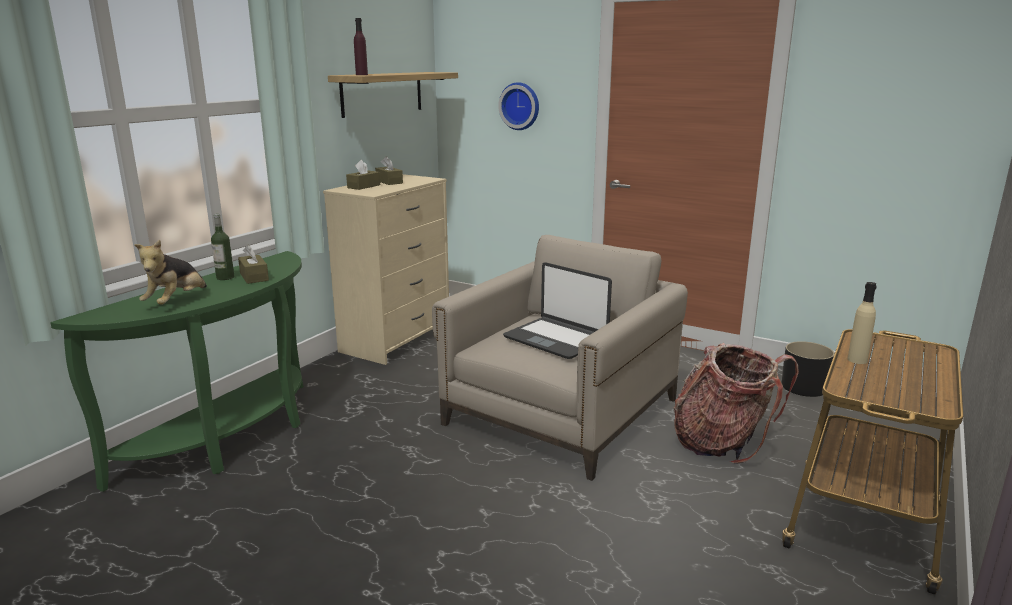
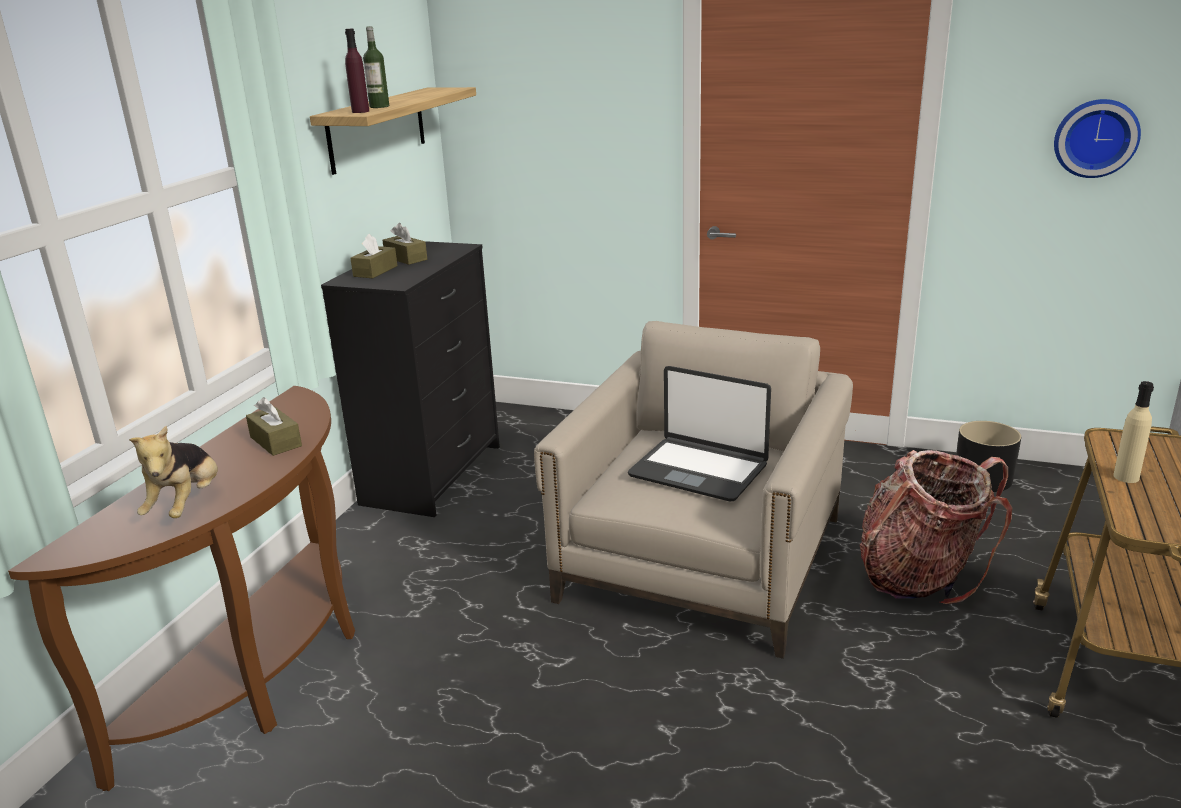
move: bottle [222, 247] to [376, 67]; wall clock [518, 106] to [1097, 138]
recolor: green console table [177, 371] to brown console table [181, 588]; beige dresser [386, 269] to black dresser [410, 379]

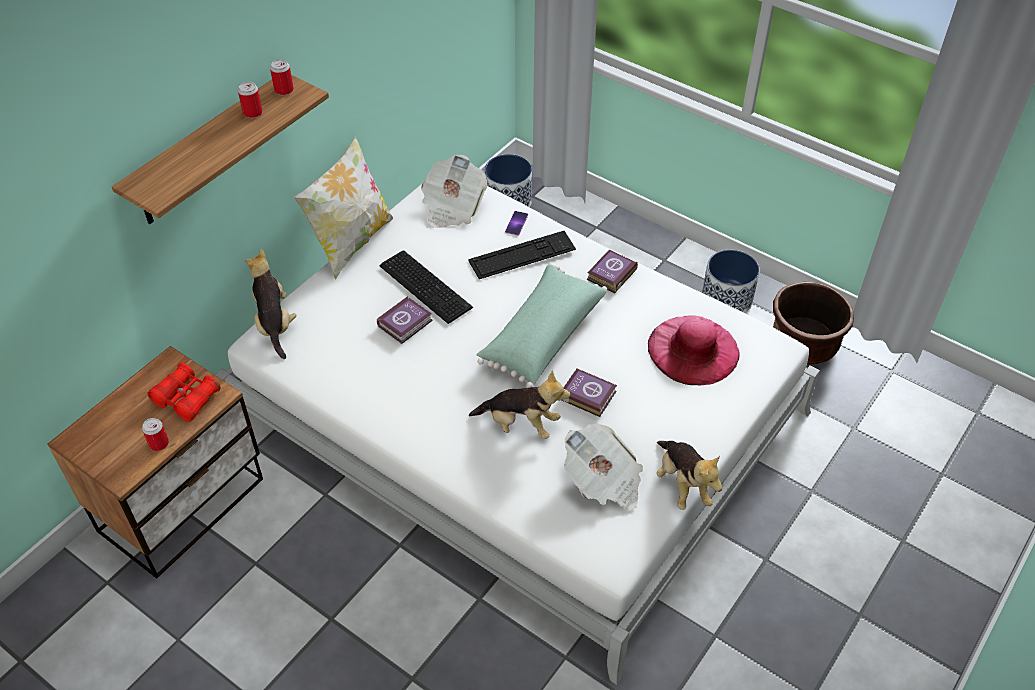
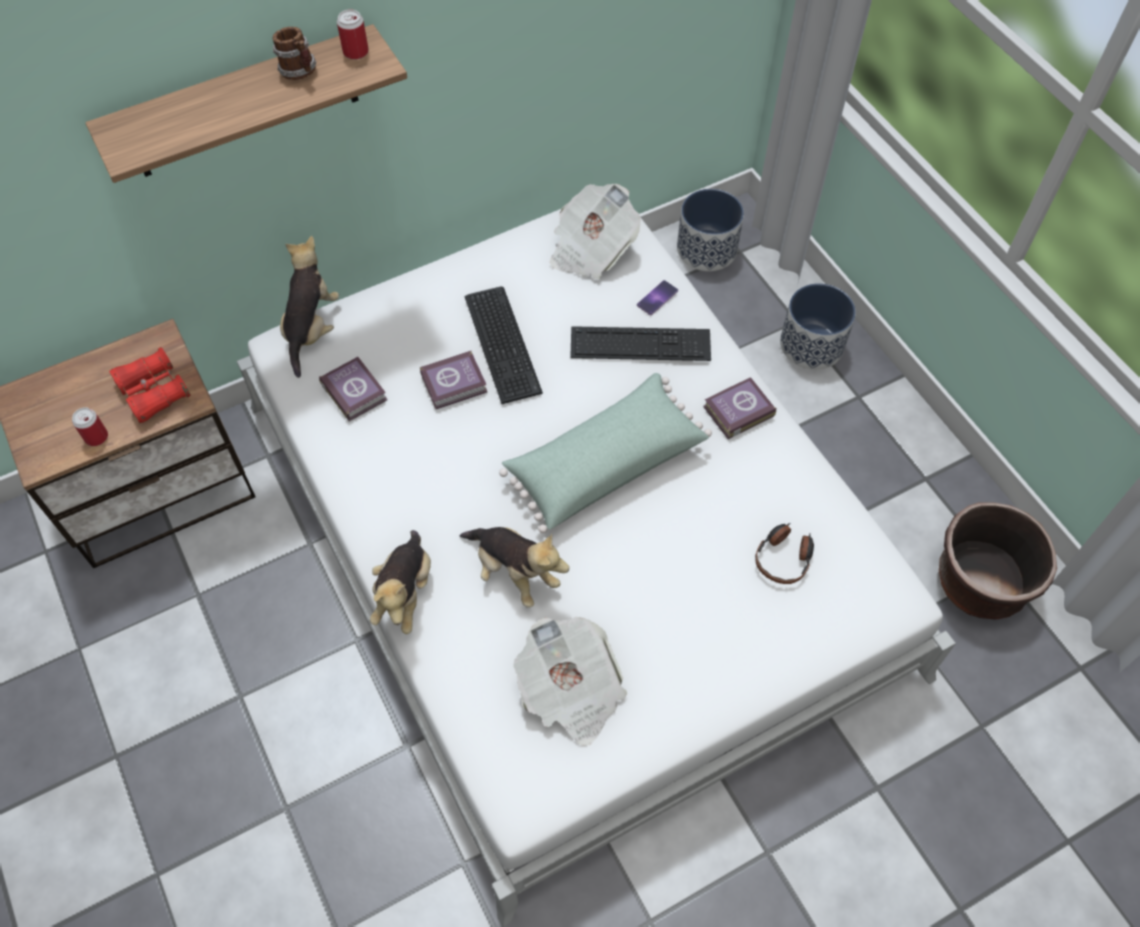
delete: pillow [343, 208]
move: book [589, 393] to [353, 389]; plush toy [689, 475] to [400, 582]; planter [731, 281] to [818, 326]
replace: can [250, 99] to mug [294, 53]; pink hat [694, 350] to headphones [784, 553]

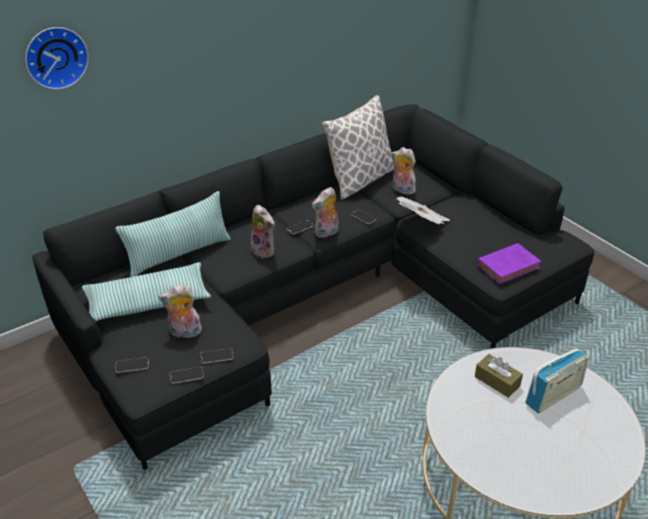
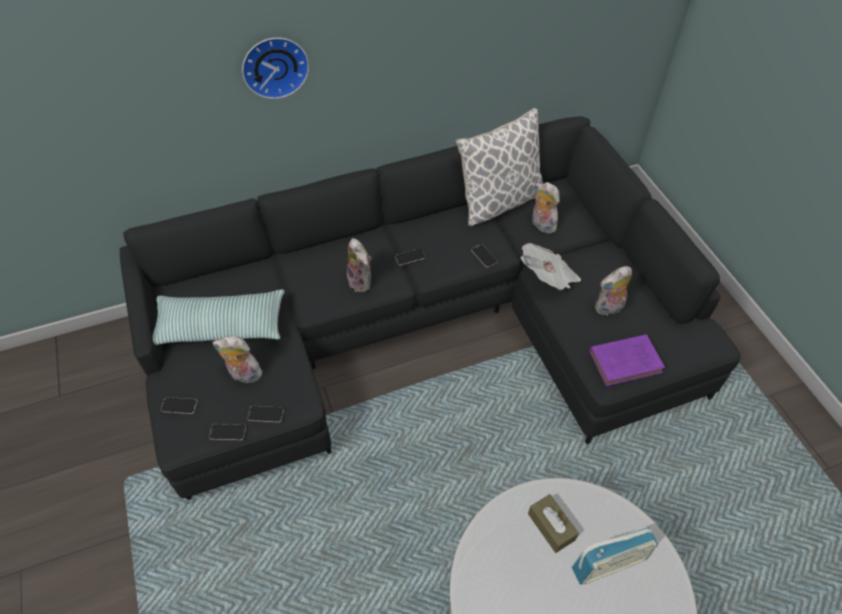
delete: pillow [173, 234]
move: wall clock [57, 58] to [275, 68]; plush toy [325, 212] to [613, 291]

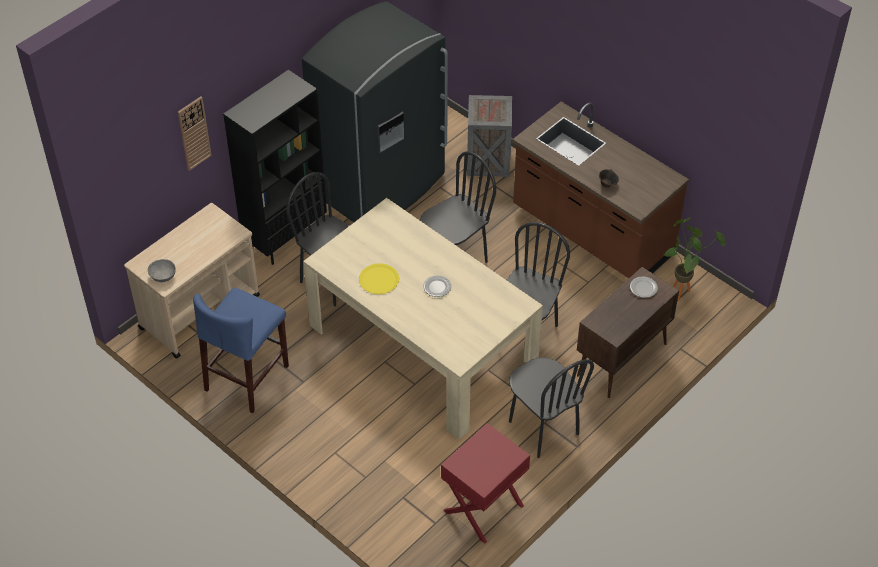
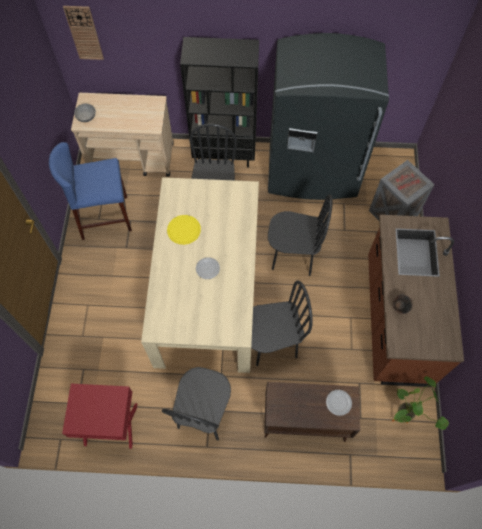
move: wall clock [195, 134] to [83, 33]

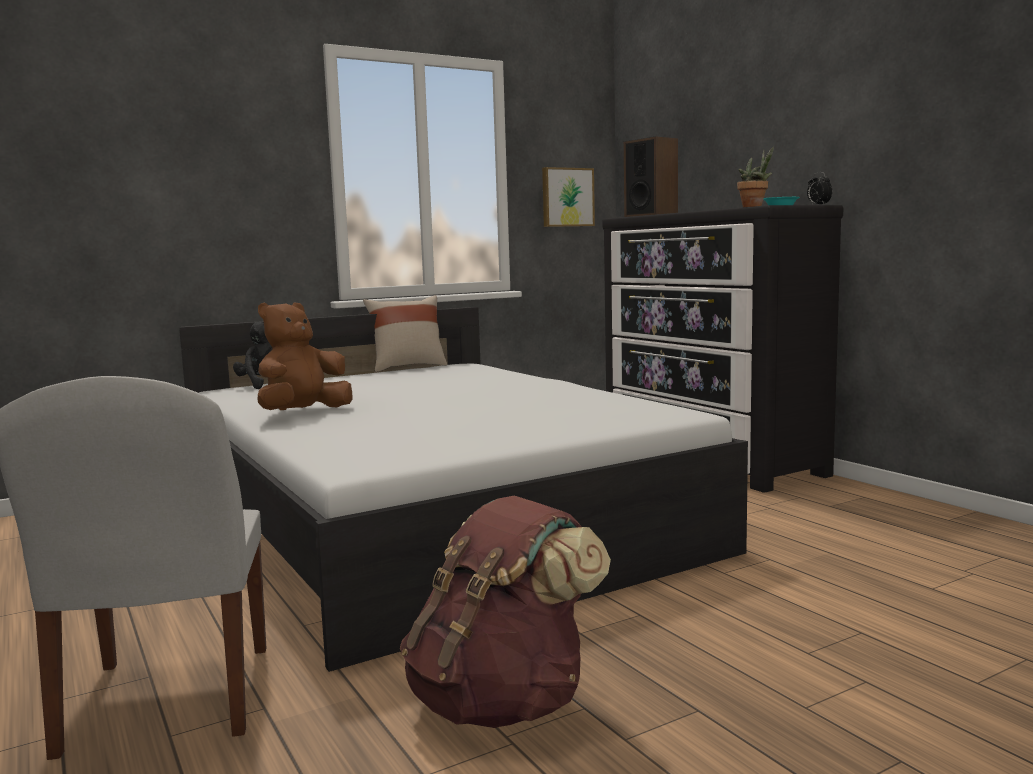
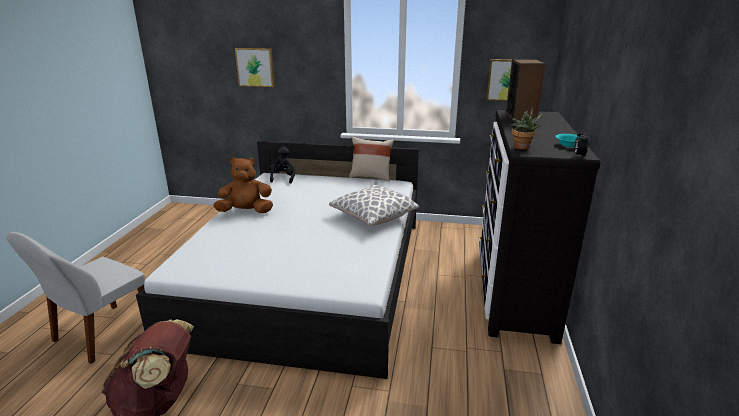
insert: picture [255, 67]; pillow [374, 206]

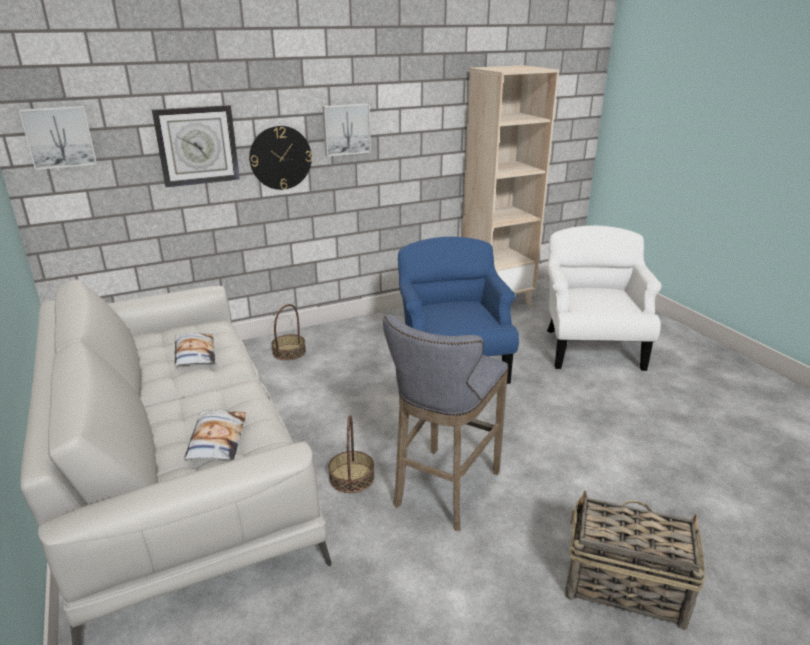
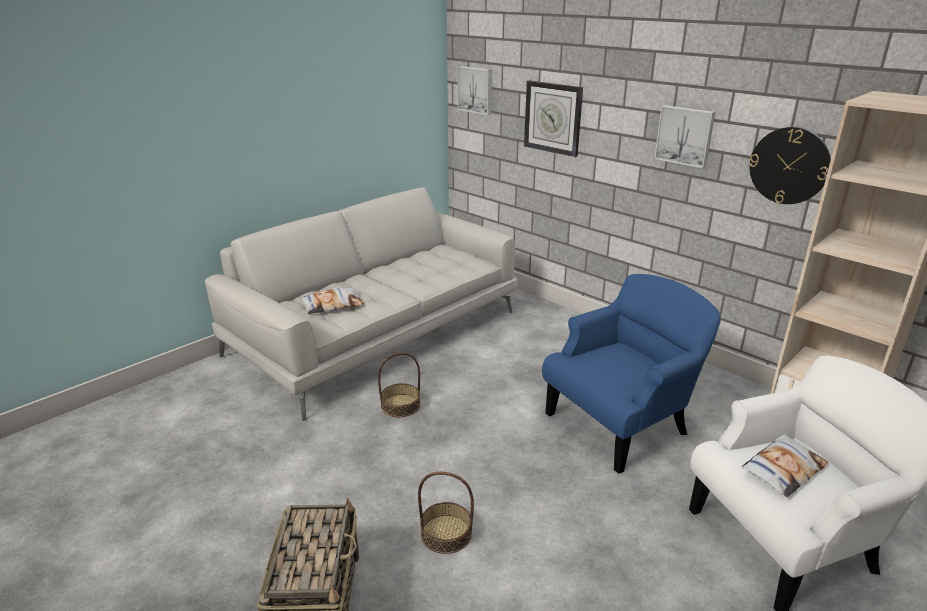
delete: grey stool [445, 422]
move: pillow [194, 348] to [785, 465]; wall clock [280, 157] to [790, 165]; basket [288, 332] to [446, 513]

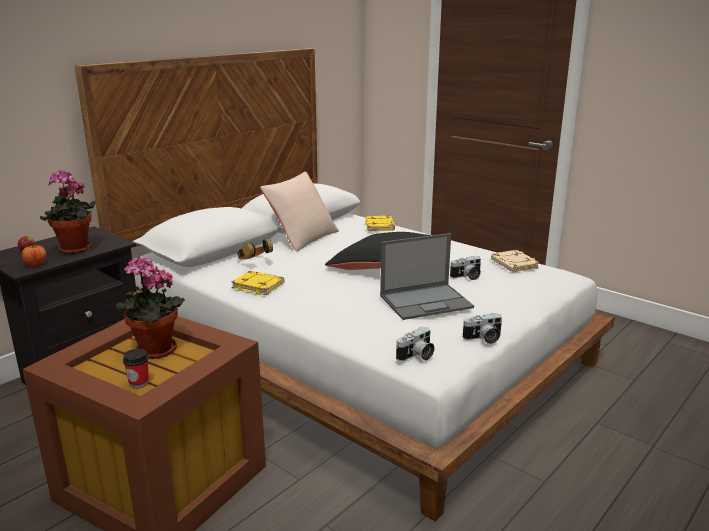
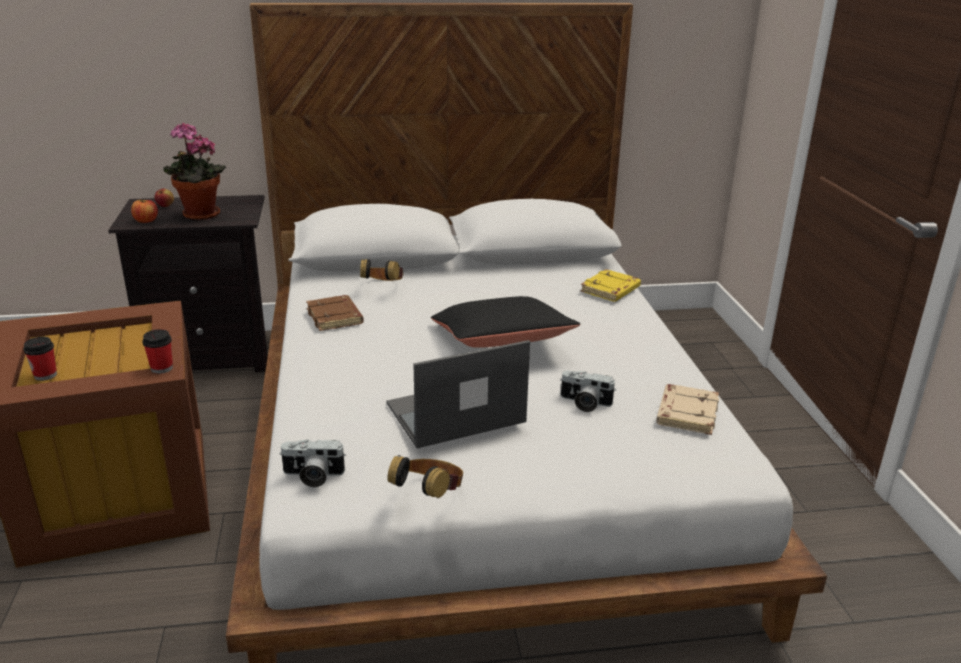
delete: potted plant [150, 308]; beige pillow [299, 212]
insert: cup [157, 351]
replace: photo camera [482, 328] to headphones [425, 476]
recolor: yellow book [258, 283] to brown book [335, 313]
rotate: laptop [427, 276] = [458, 394] 135 degrees clockwise

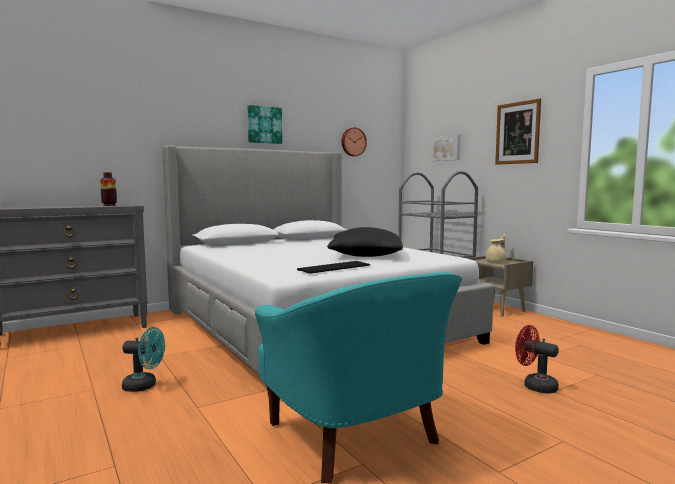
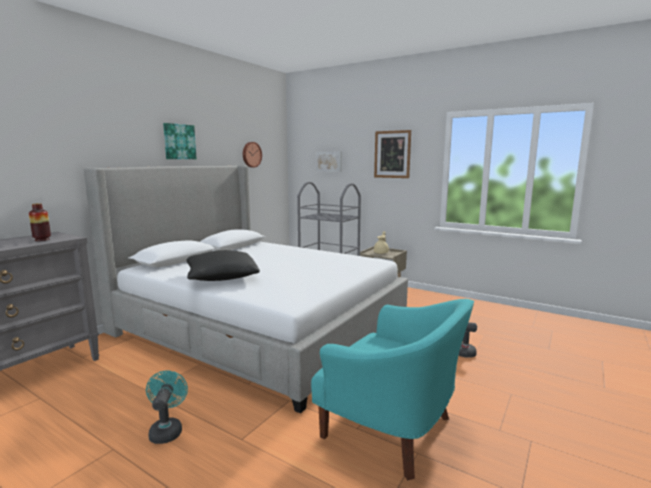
delete: keyboard [333, 267]
move: black pillow [365, 242] to [223, 265]
rotate: turquoise fan [143, 359] = [167, 407] 75 degrees counterclockwise

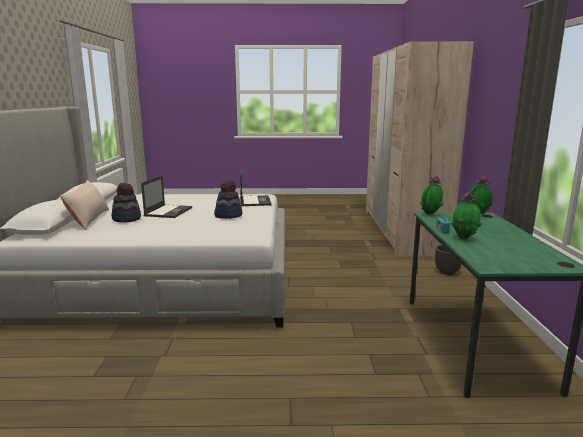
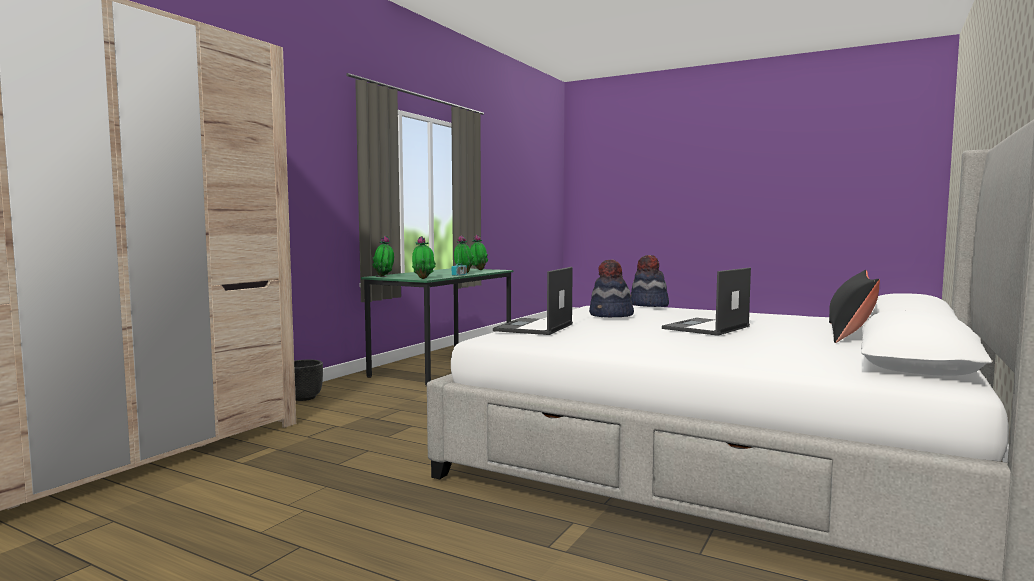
insert: potted plant [479, 252]
move: hat [126, 202] to [649, 281]
recolor: beige pillow [84, 205] to black pillow [854, 306]

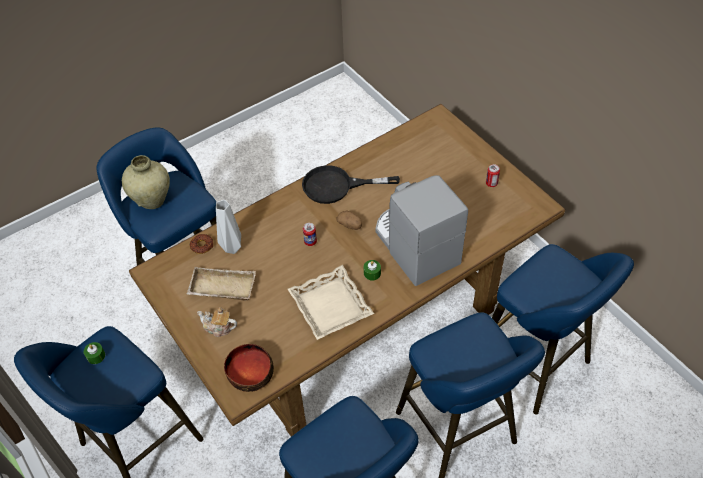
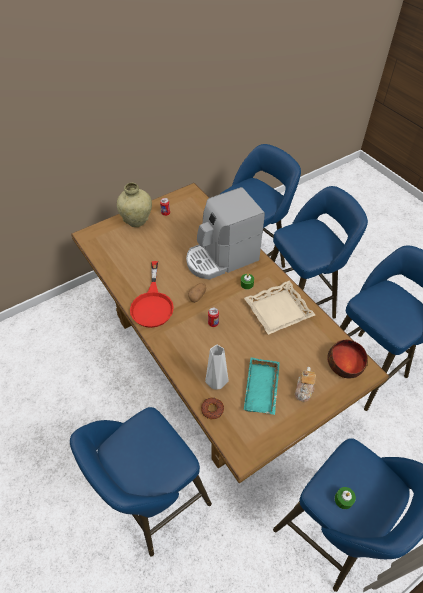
move: beige vase [146, 182] to [134, 205]
recolor: beige tray [221, 284] to turquoise tray [262, 386]; black frying pan [351, 184] to red frying pan [152, 294]

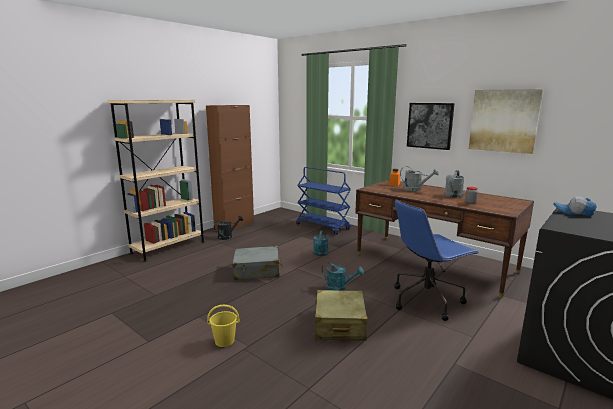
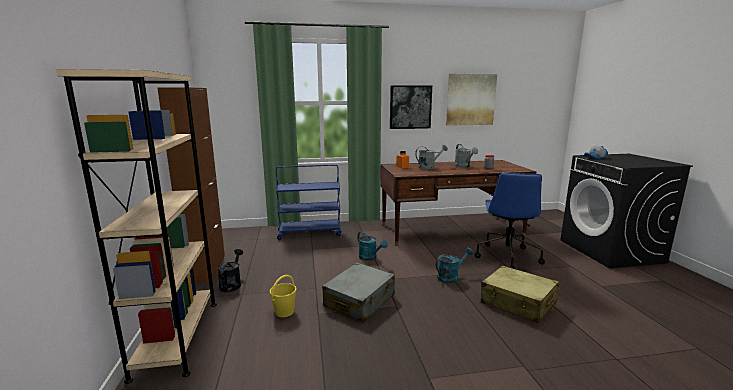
move: yellow bucket [223, 326] to [283, 296]

